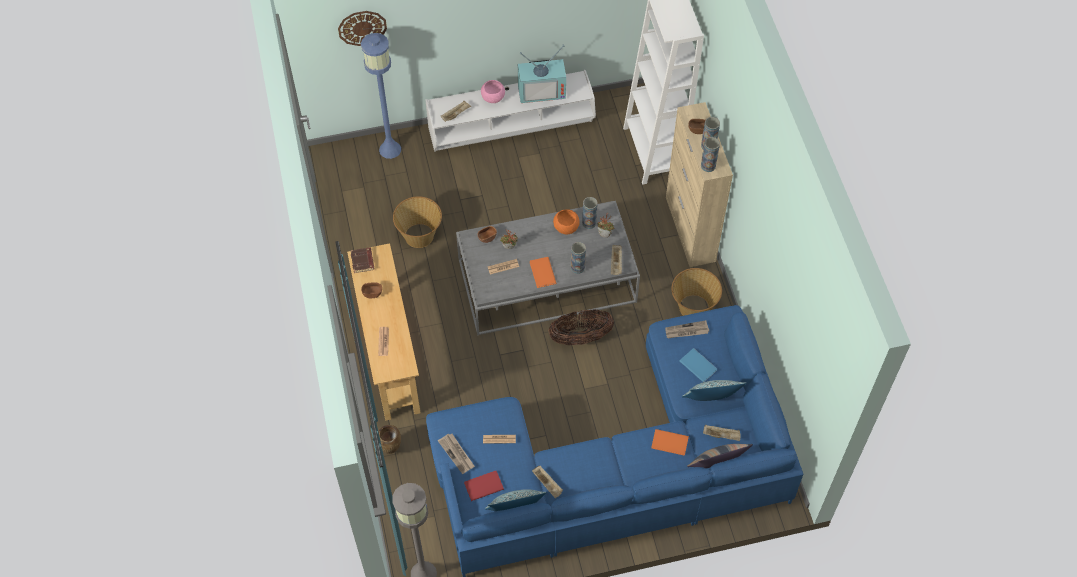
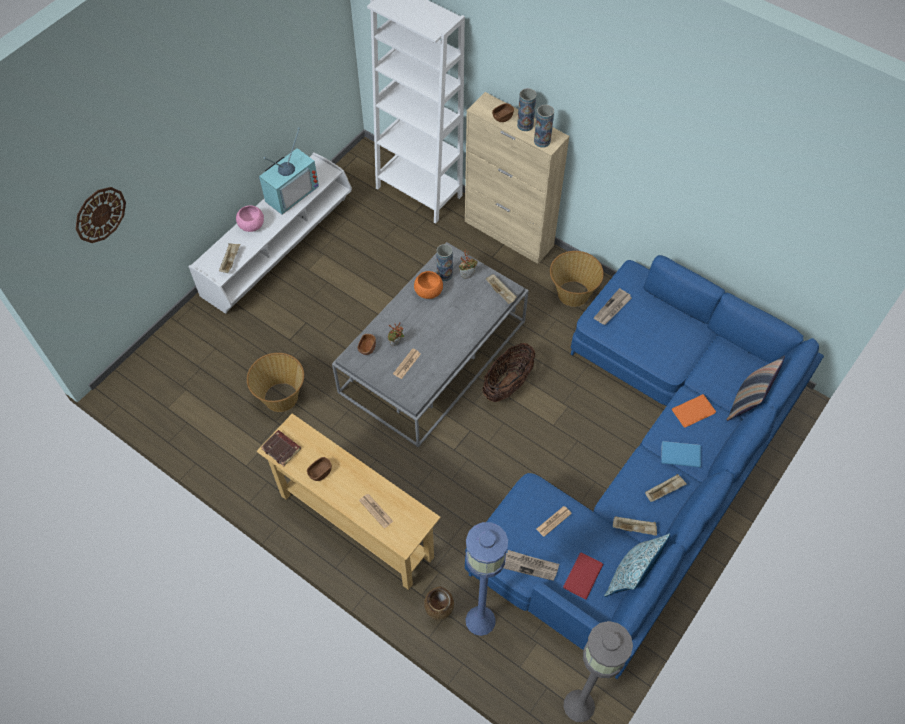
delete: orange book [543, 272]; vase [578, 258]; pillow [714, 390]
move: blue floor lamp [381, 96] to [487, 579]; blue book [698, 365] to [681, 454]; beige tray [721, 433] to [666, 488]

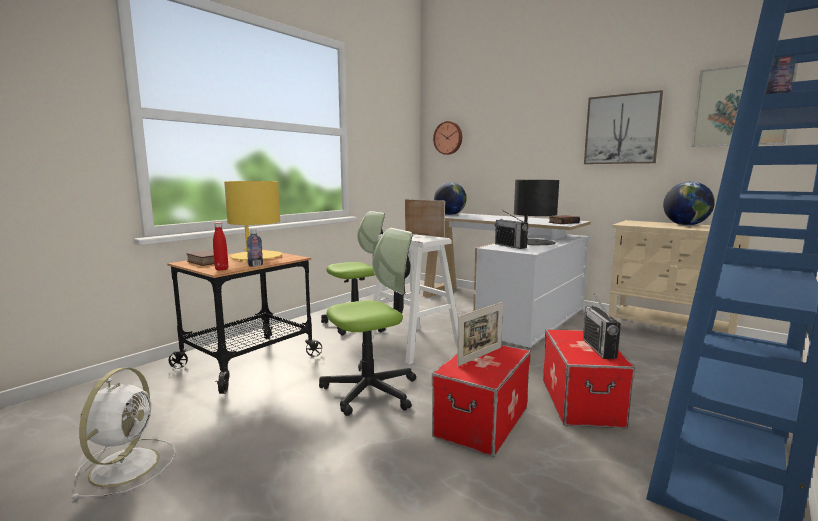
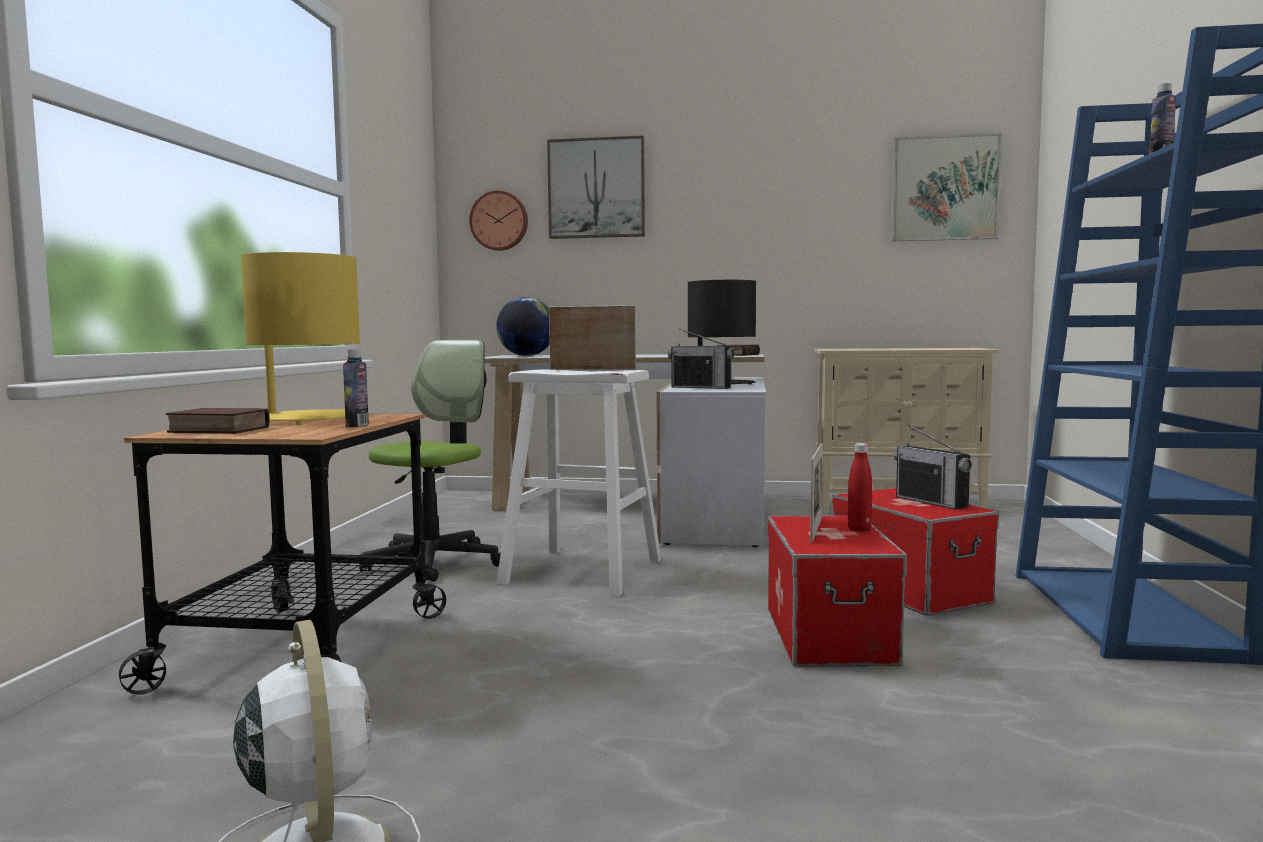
delete: office chair [367, 322]; globe [689, 203]
move: red bottle [220, 246] to [860, 487]; picture [623, 127] to [596, 187]

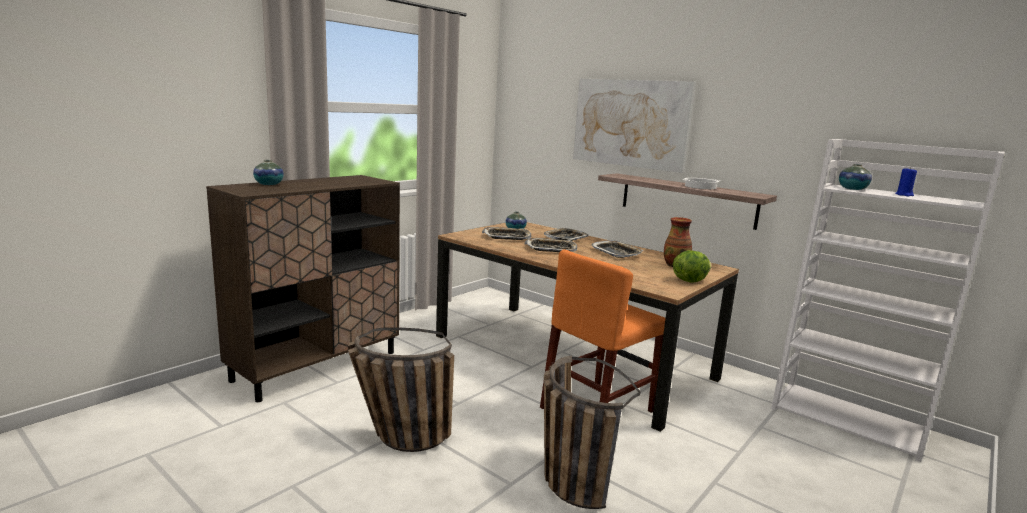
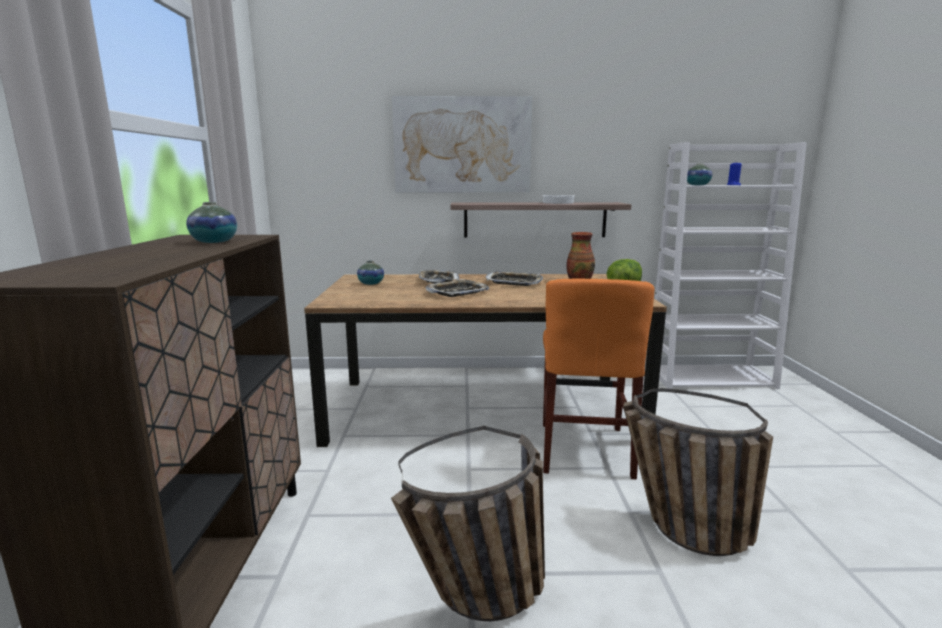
delete: tray [506, 233]
move: vase [268, 172] to [211, 222]

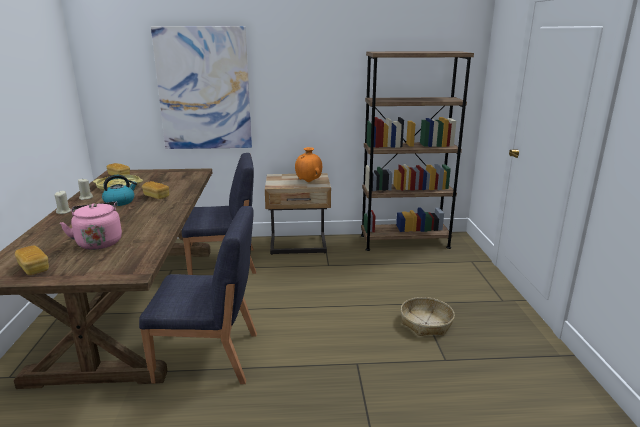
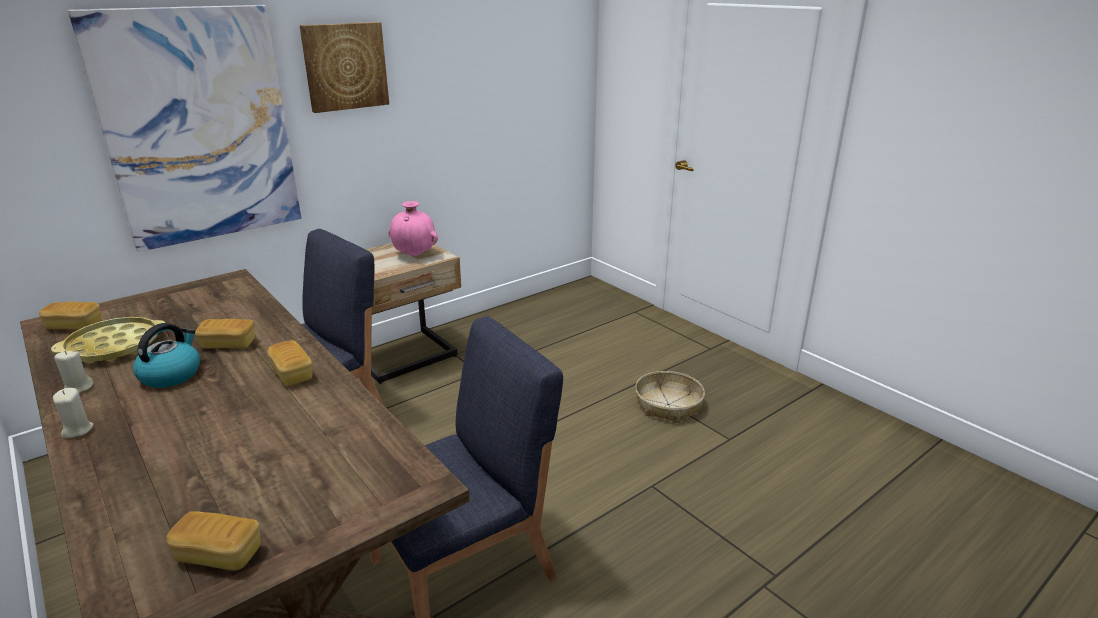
delete: pink kettle [91, 226]; brown bookcase [417, 151]
insert: bread [289, 363]; picture [344, 67]
recolor: orange vase [308, 164] to pink vase [413, 229]

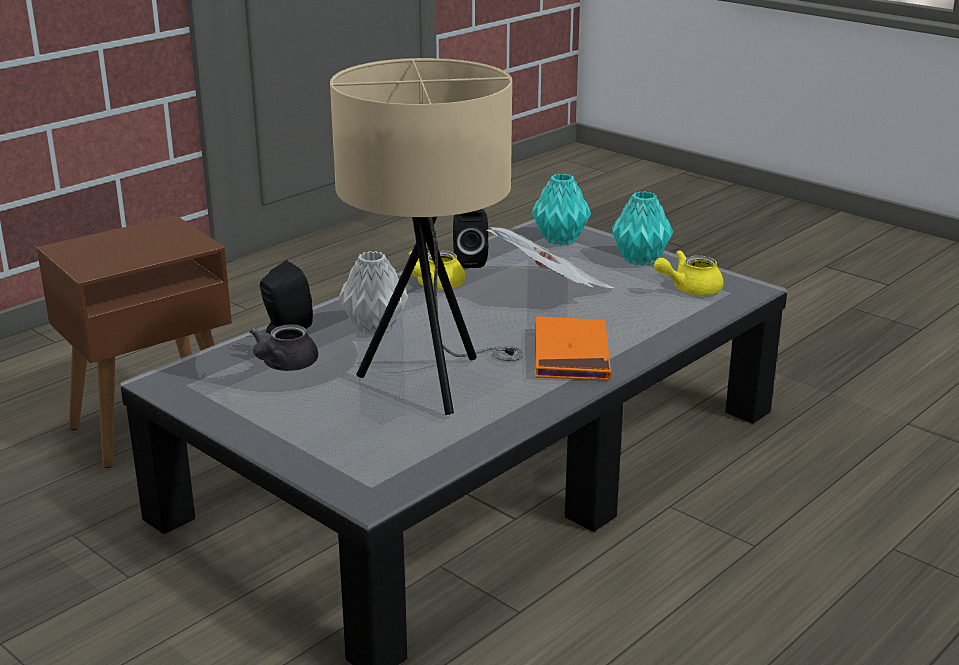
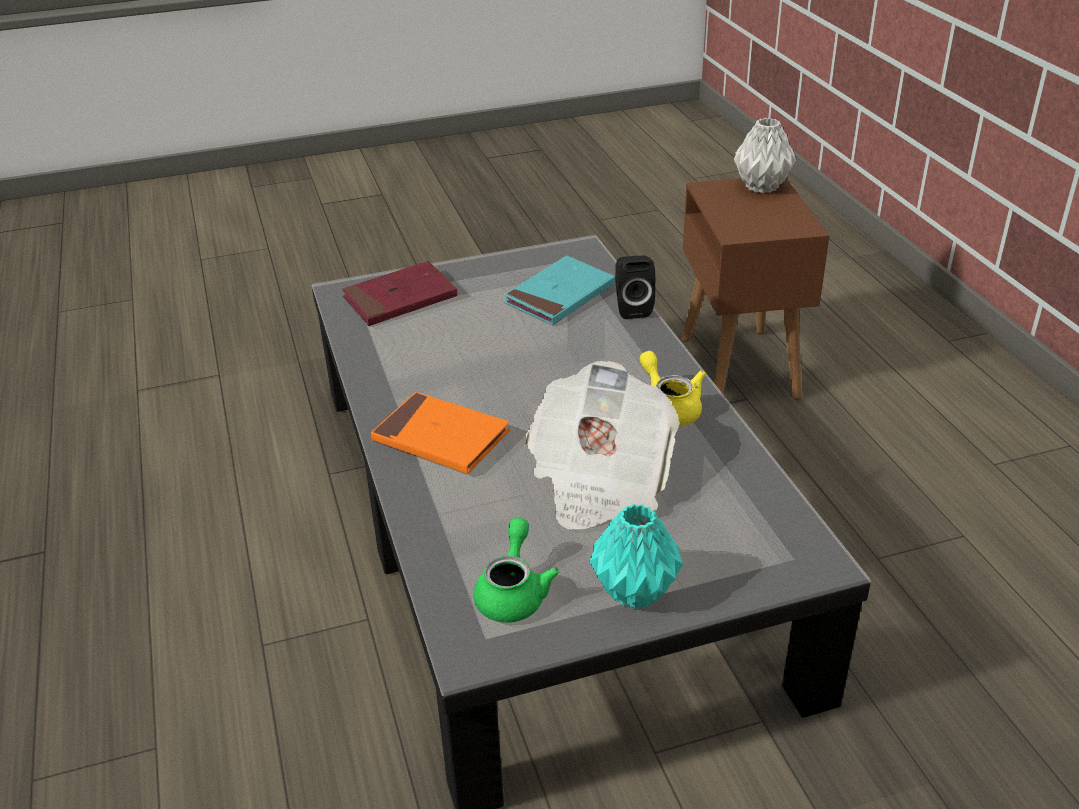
delete: beige table lamp [427, 236]; black speaker [470, 238]; turquoise vase [561, 209]
insert: red book [399, 293]
move: grey vase [373, 293] to [765, 155]
replace: grey teapot [283, 347] to turquoise book [559, 290]
recolor: yellow teapot [689, 272] to green teapot [516, 570]

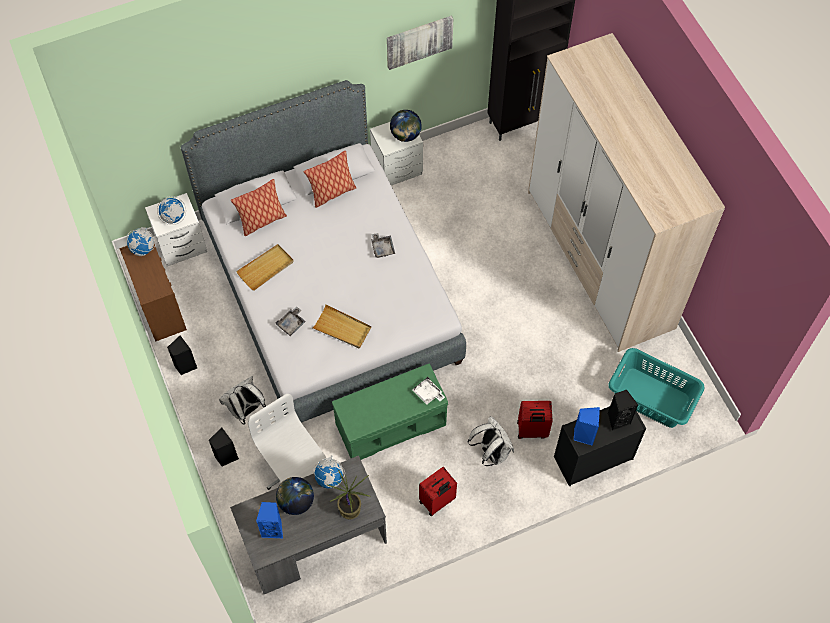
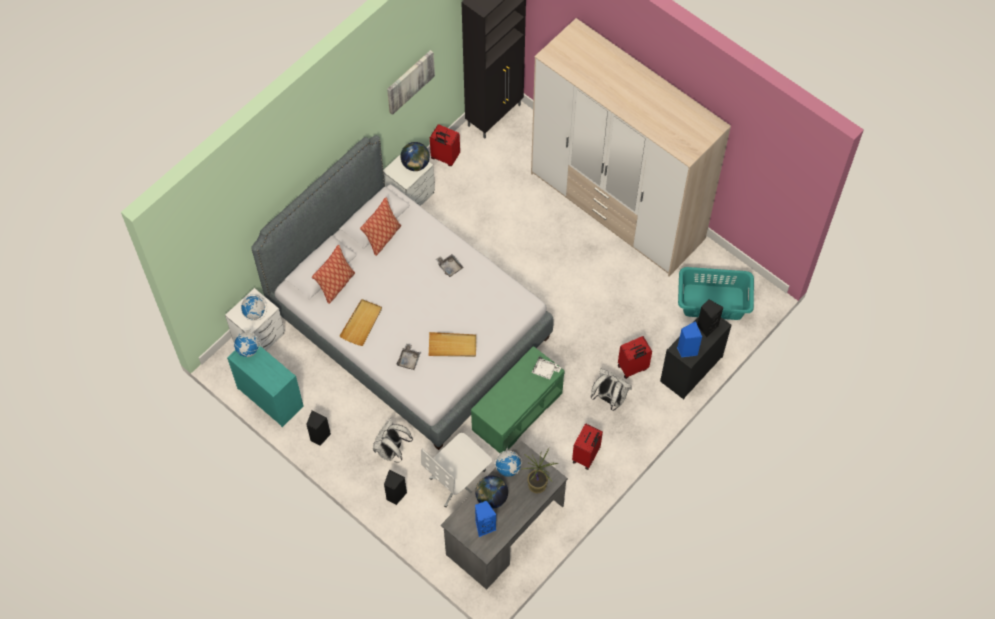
insert: red suitcase [445, 145]
recolor: brown dresser [153, 293] to turquoise dresser [265, 386]
rotate: white office chair [287, 442] = [456, 470] 75 degrees counterclockwise

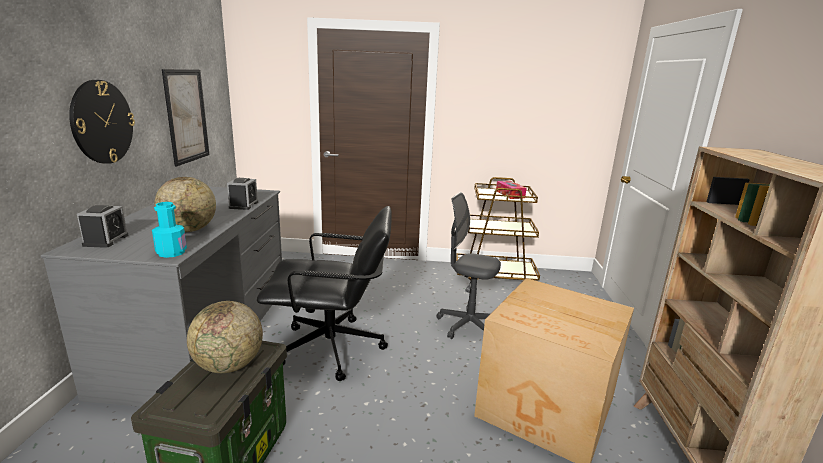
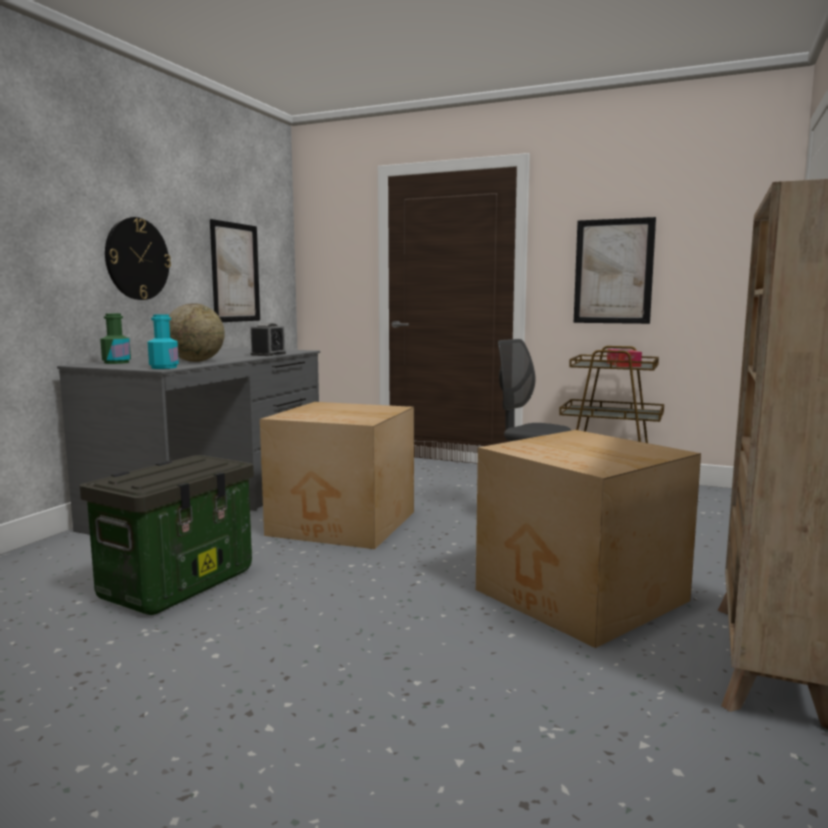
delete: globe [225, 337]
insert: picture [615, 270]
replace: alarm clock [103, 226] to green bottle [115, 338]; black office chair [324, 293] to cardboard box [337, 475]

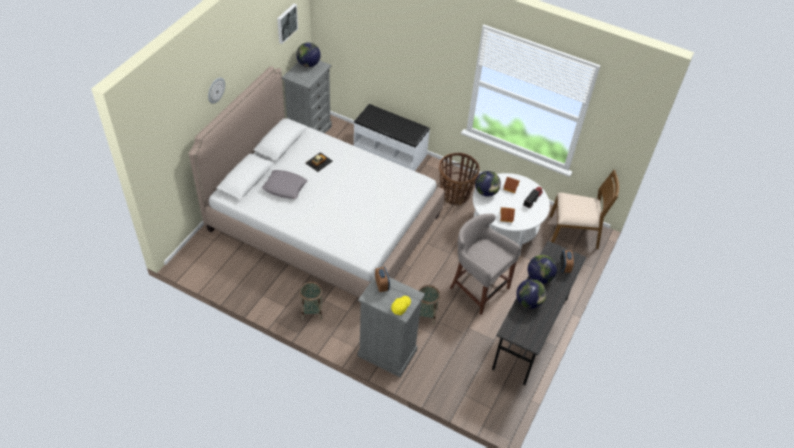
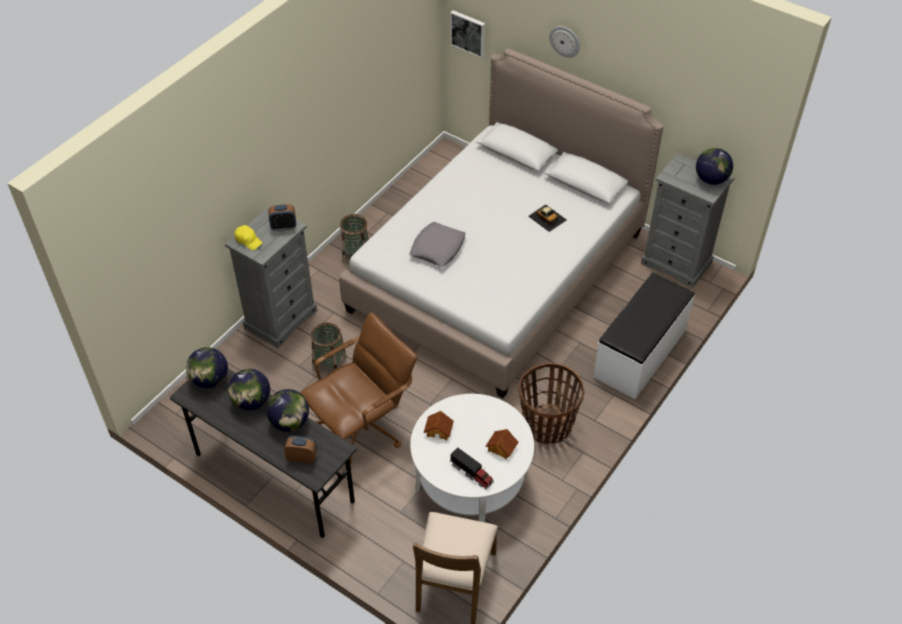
move: grey pillow [285, 184] to [437, 244]; picture [287, 24] to [467, 34]; globe [488, 184] to [207, 367]
replace: grey stool [485, 264] to brown office chair [358, 388]

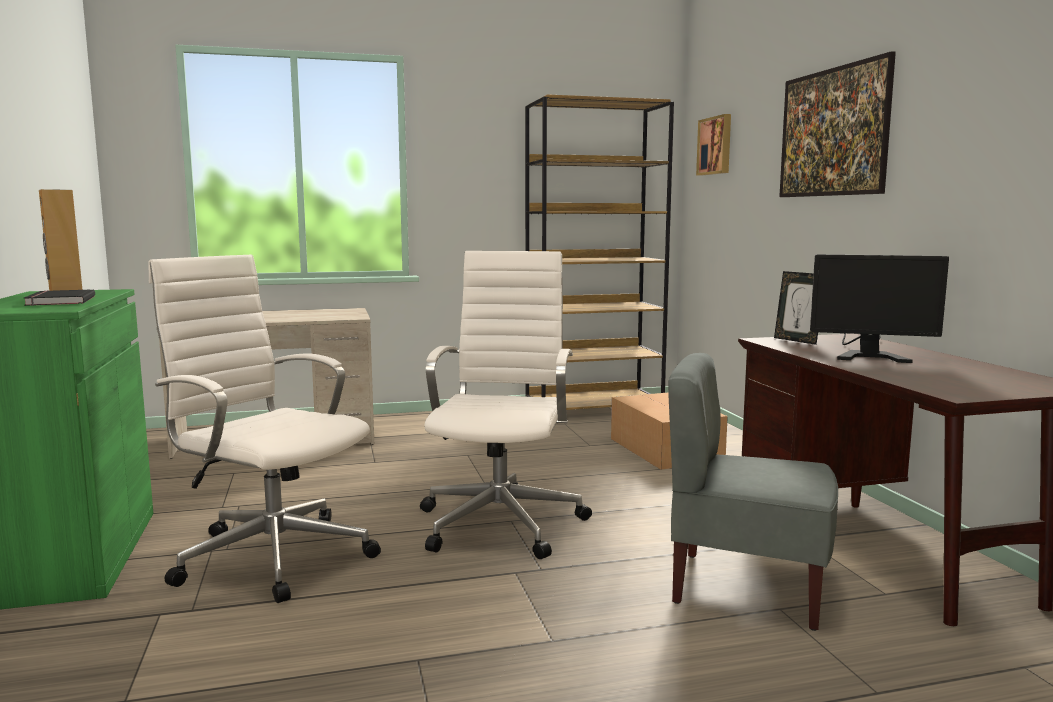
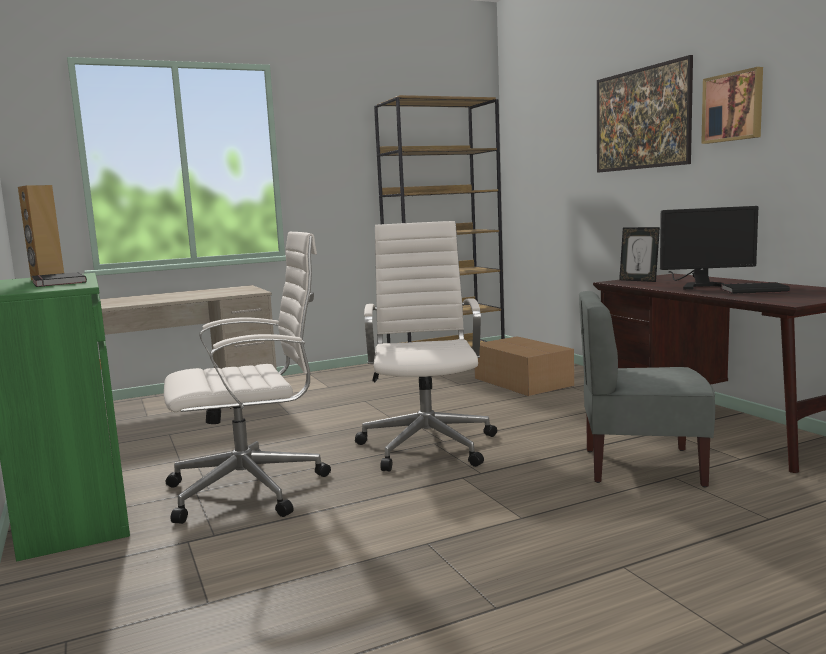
insert: black book [755, 288]
move: picture [713, 145] to [732, 105]
rotate: white office chair [264, 429] = [247, 378] 135 degrees clockwise

